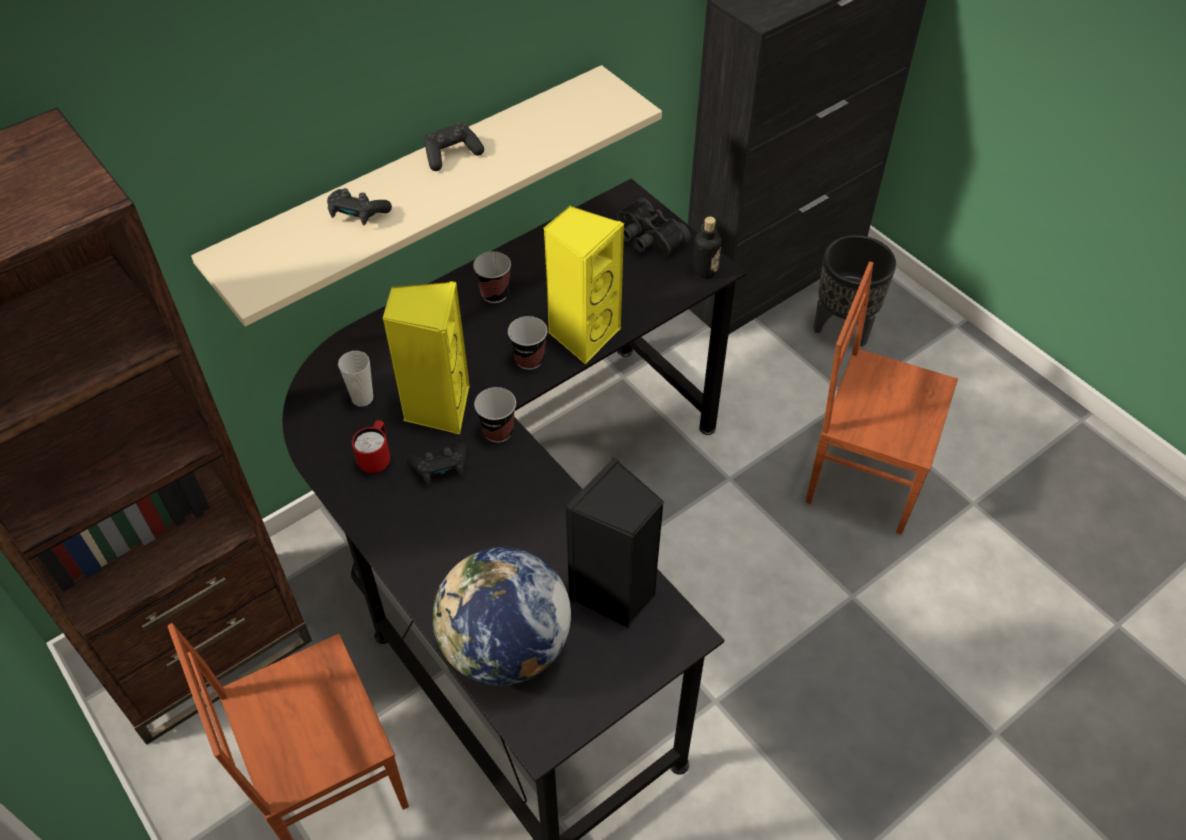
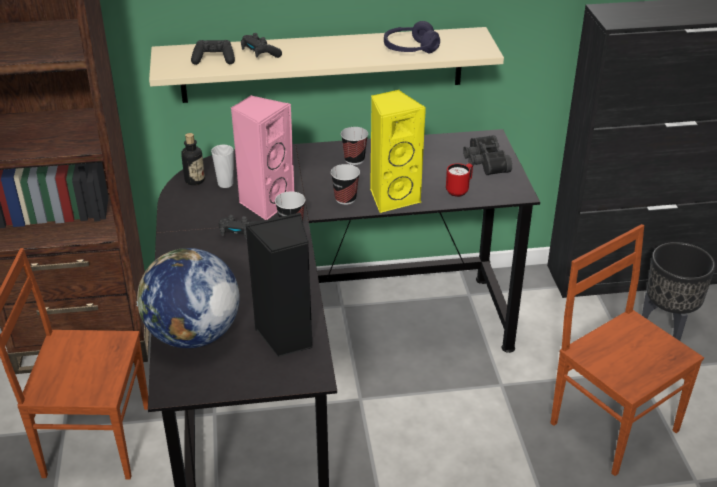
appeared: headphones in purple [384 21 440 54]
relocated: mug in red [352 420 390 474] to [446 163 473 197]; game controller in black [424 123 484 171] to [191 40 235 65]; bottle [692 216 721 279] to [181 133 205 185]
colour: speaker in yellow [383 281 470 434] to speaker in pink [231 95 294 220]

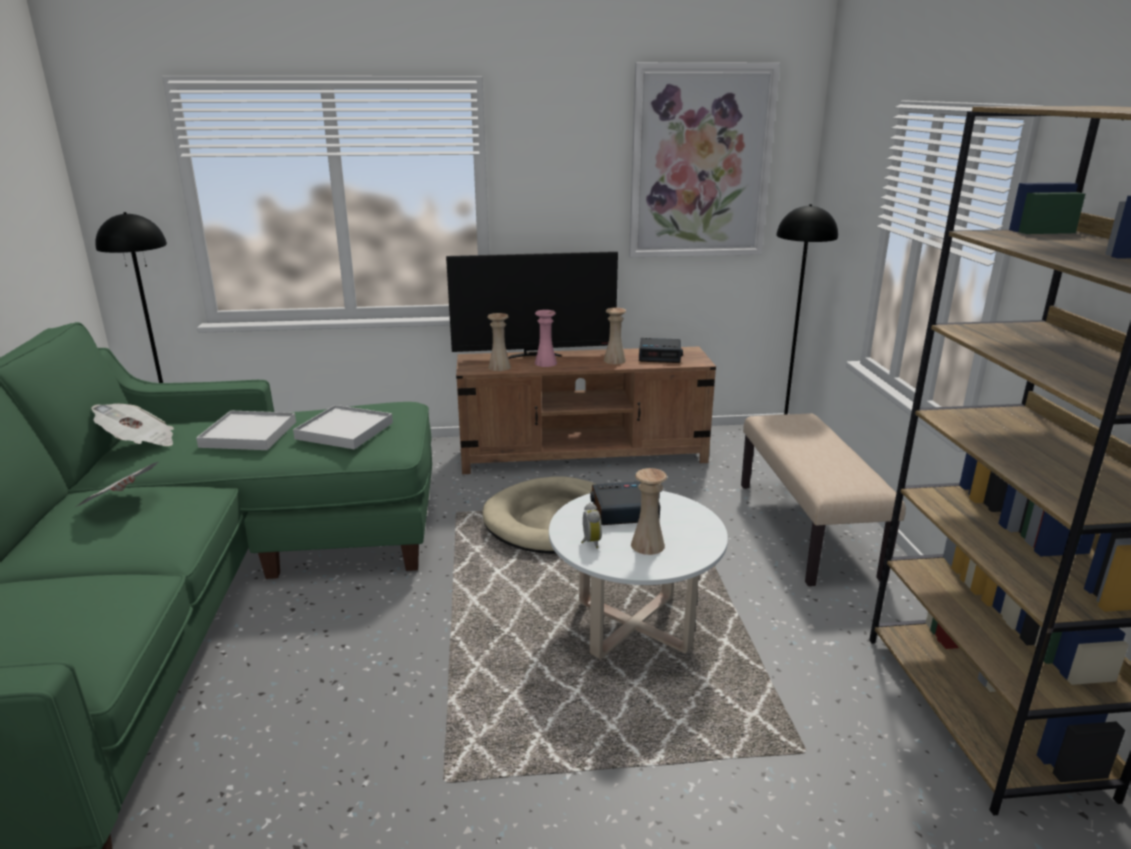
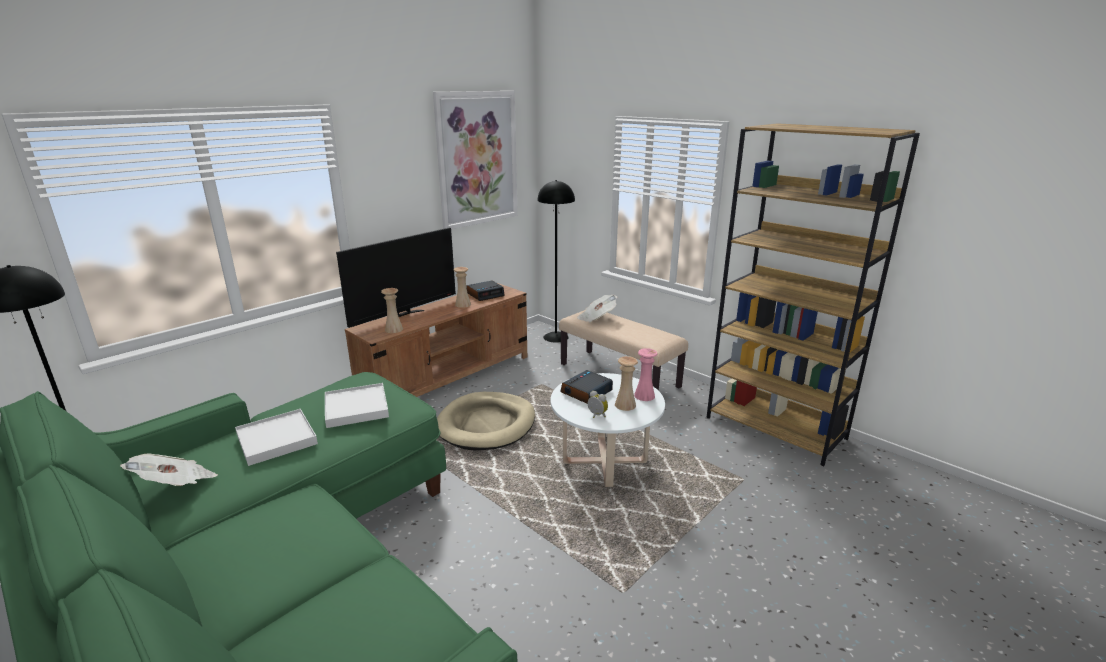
relocated: newspaper [74 462 158 508] to [577 295 618 323]; vase in pink [535 310 557 367] to [634 348 657 401]

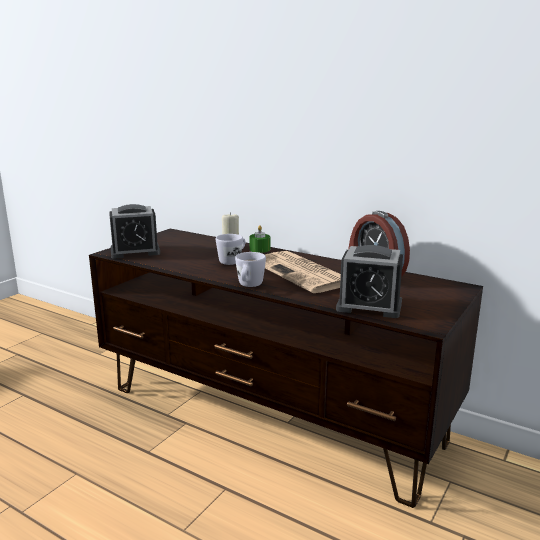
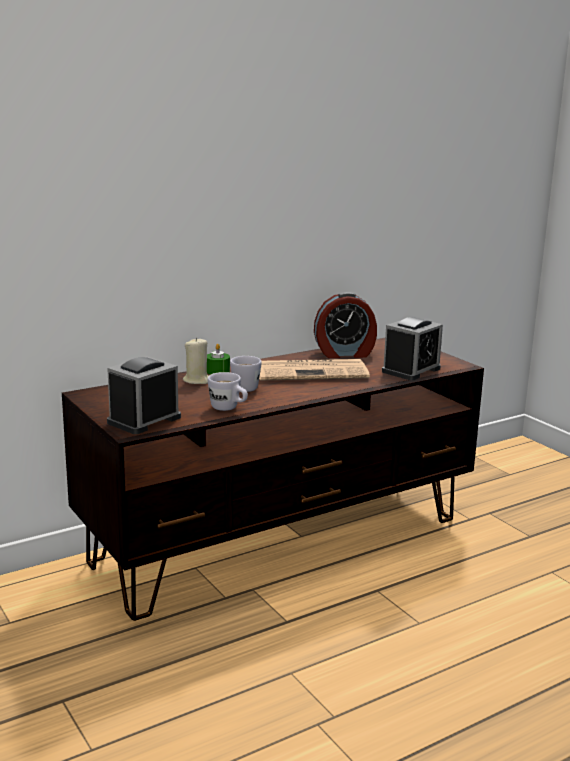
relocated: mug in white [235 252 266 287] to [207 372 248 411]
spun: alarm clock [109 204 160 259] = [107 356 181 434] 150 degrees counterclockwise

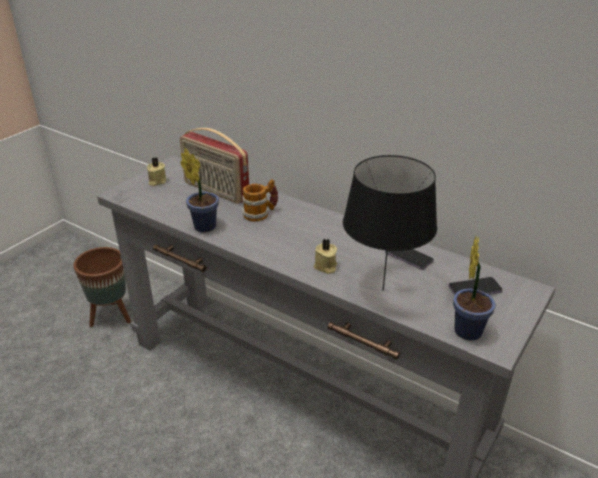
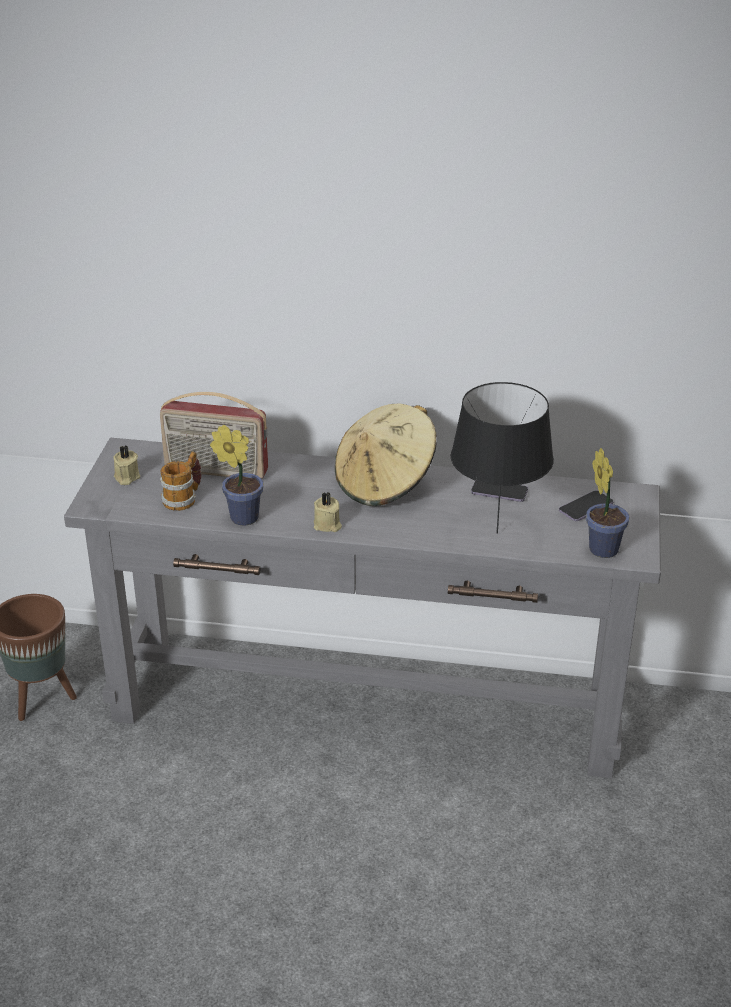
appeared: hat in beige [335 404 437 506]
relocated: mug [242 179 278 222] to [160 451 201 511]; candle in beige [314 239 337 274] to [314 492 342 532]

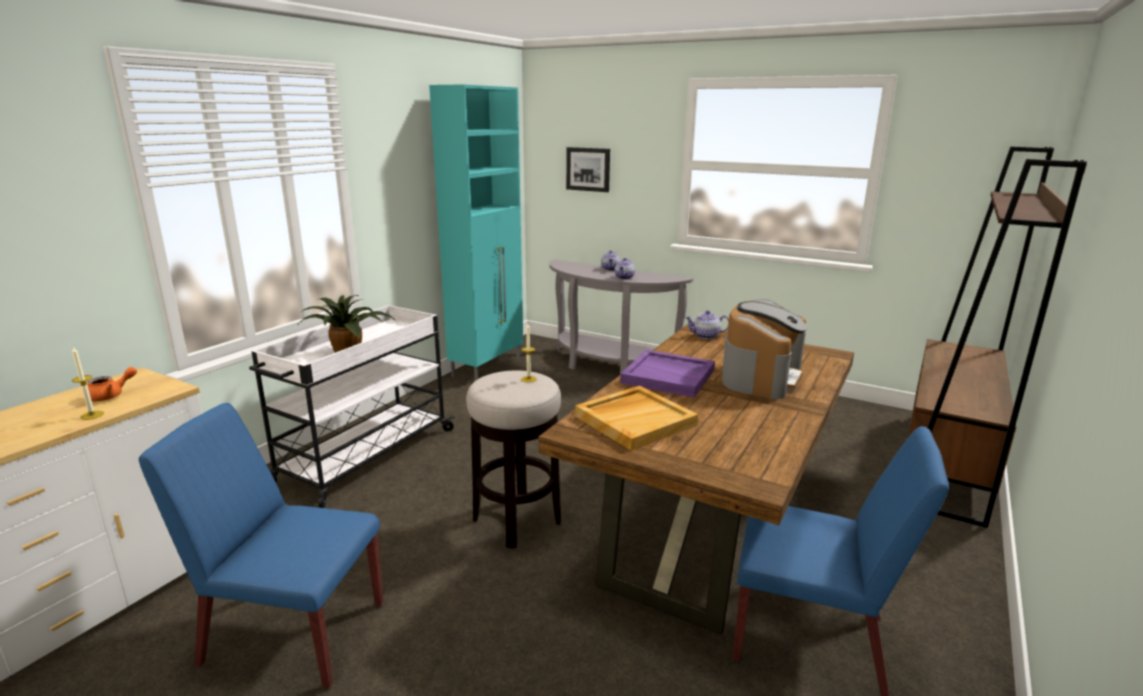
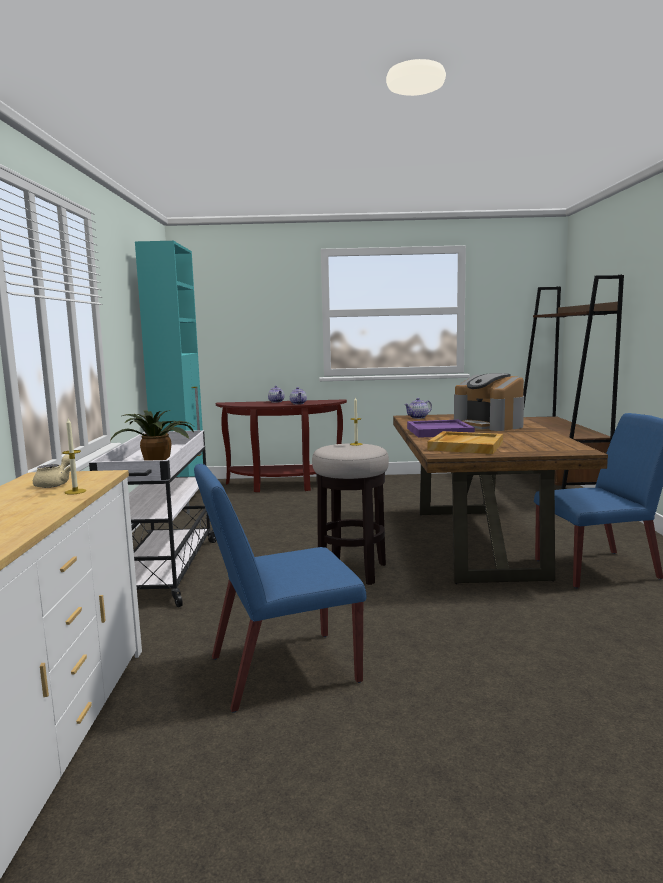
missing: picture [566 147 610 192]
colour: teapot in orange [87 367 137 401] to teapot in beige [33 455 71 488]; console table in grey [550 259 693 374] to console table in brown [216 399 347 492]
spun: coffee machine [722 299 807 399] = [454 373 524 431] 150 degrees clockwise

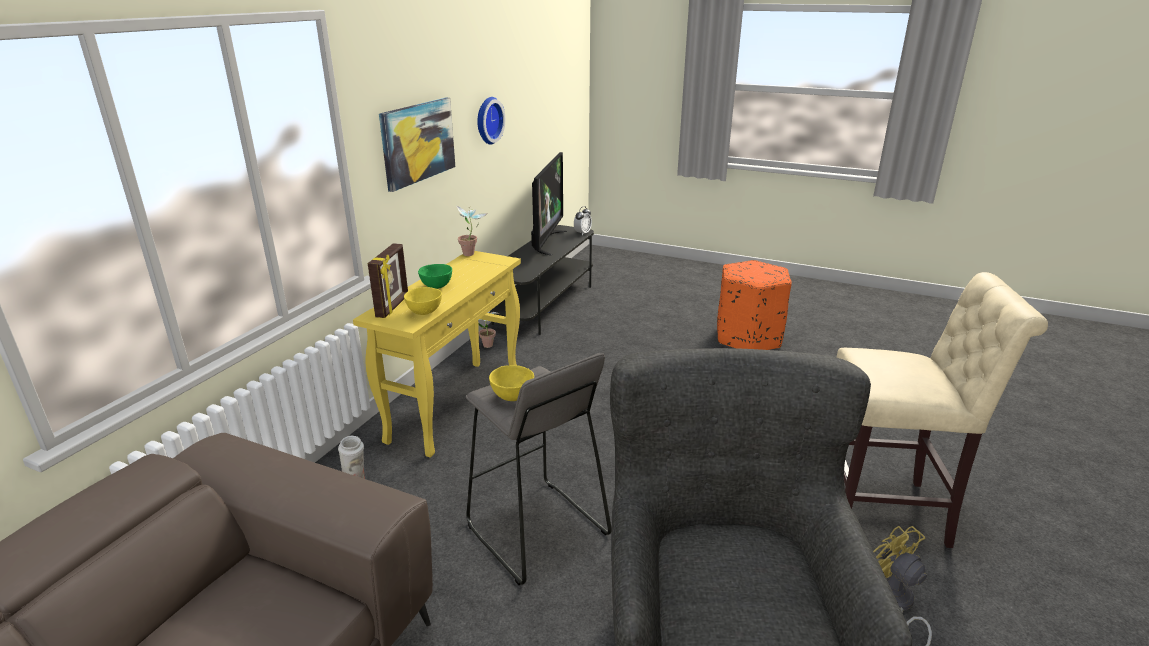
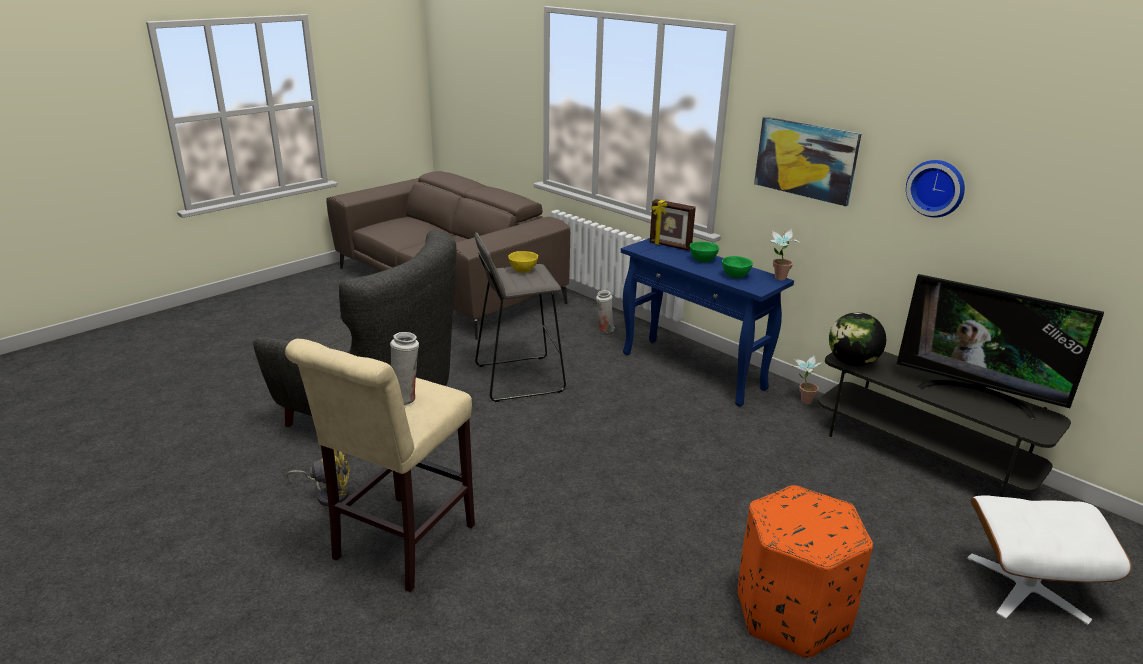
missing: bowl in yellow [404 287 442 315]; alarm clock [574 206 592 236]
appeared: vase in white [390 332 419 405]; bowl in green [722 256 753 278]; globe [829 312 886 366]; ottoman in white [967 495 1132 625]
colour: console table in yellow [353 251 521 458] to console table in blue [621 238 794 407]

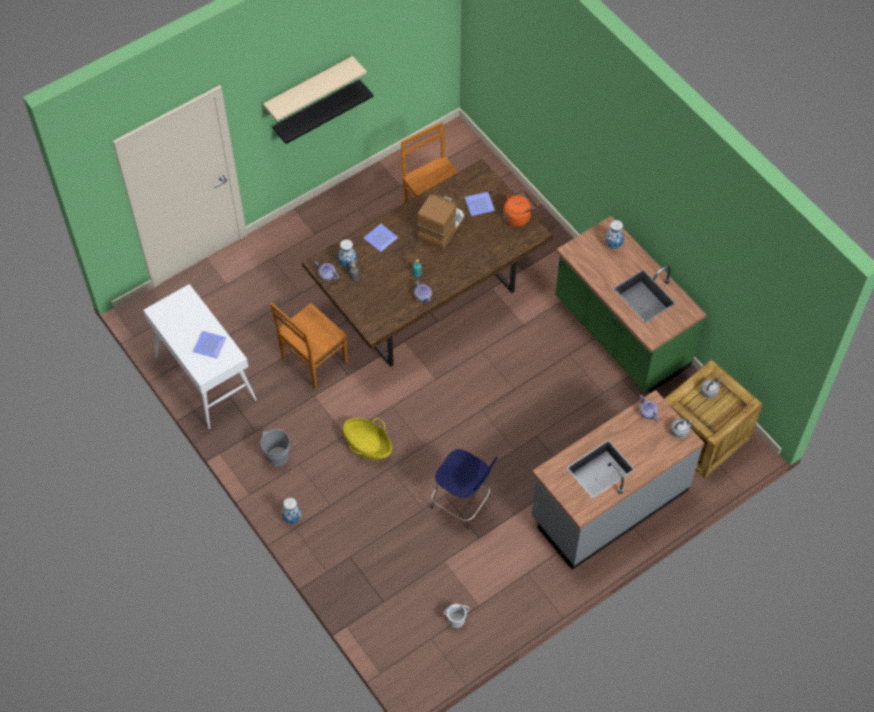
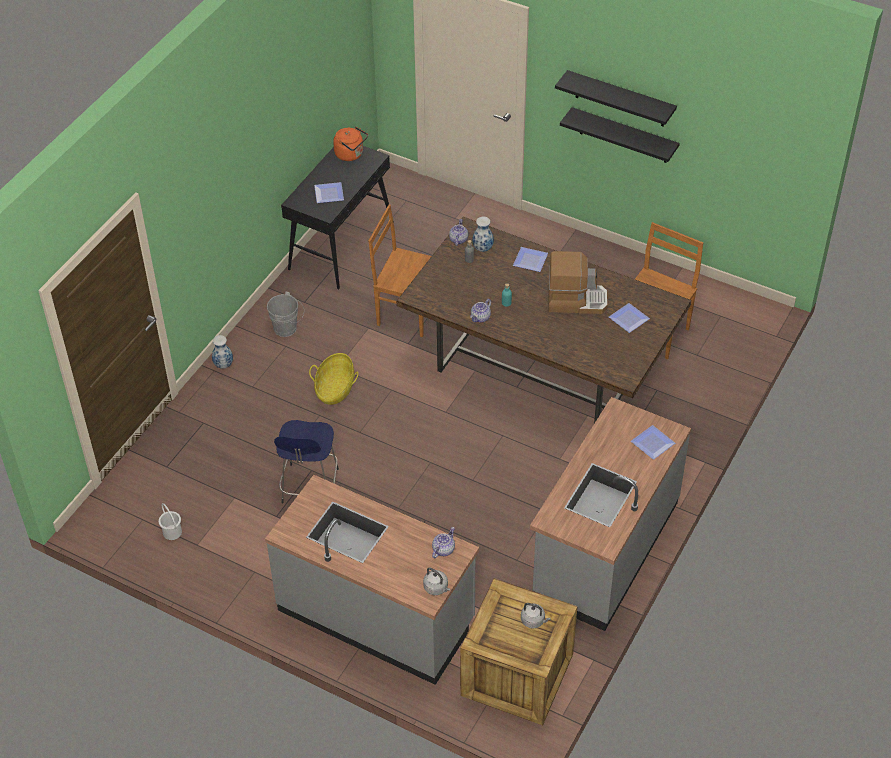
relocated: kettle in orange [504 190 537 227] to [333 126 368 161]
exchanged: vase [605 220 624 249] to plate [631 425 675 460]
colour: console table in white [143 284 257 429] to console table in black [281 146 394 290]; shelf in beige [263 56 367 121] to shelf in black [555 70 677 126]; counter in green [555 216 706 393] to counter in grey [530 397 691 631]

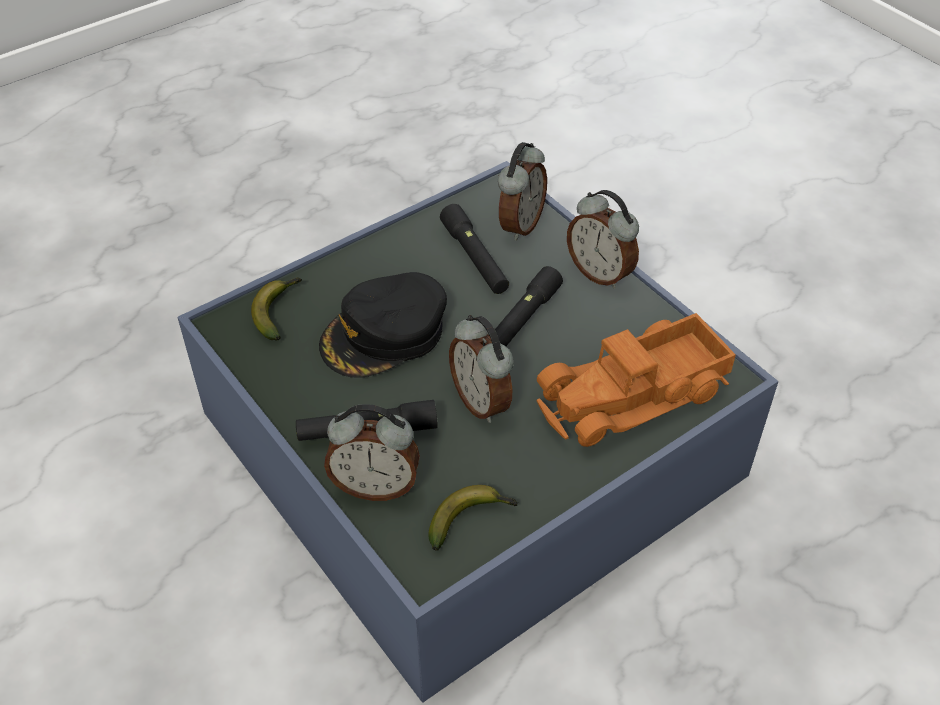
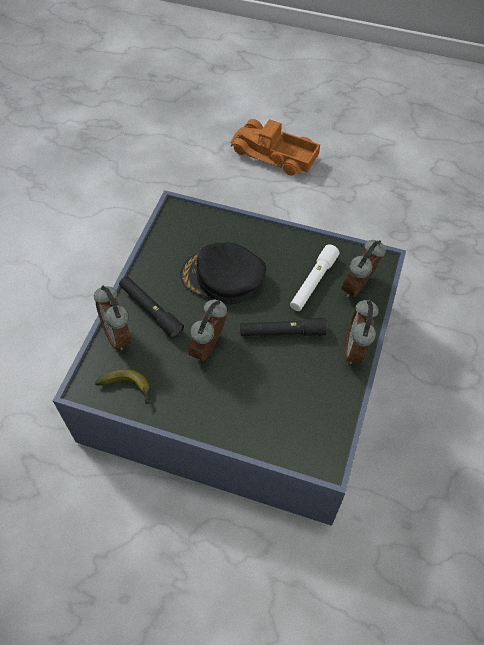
missing: banana [251 278 302 340]
relocated: toy truck [537 313 736 447] to [230 119 320 176]
colour: flashlight in black [440 204 509 294] to flashlight in white [290 244 340 311]
spun: alarm clock [498 142 547 241] = [341 240 386 297] 135 degrees clockwise

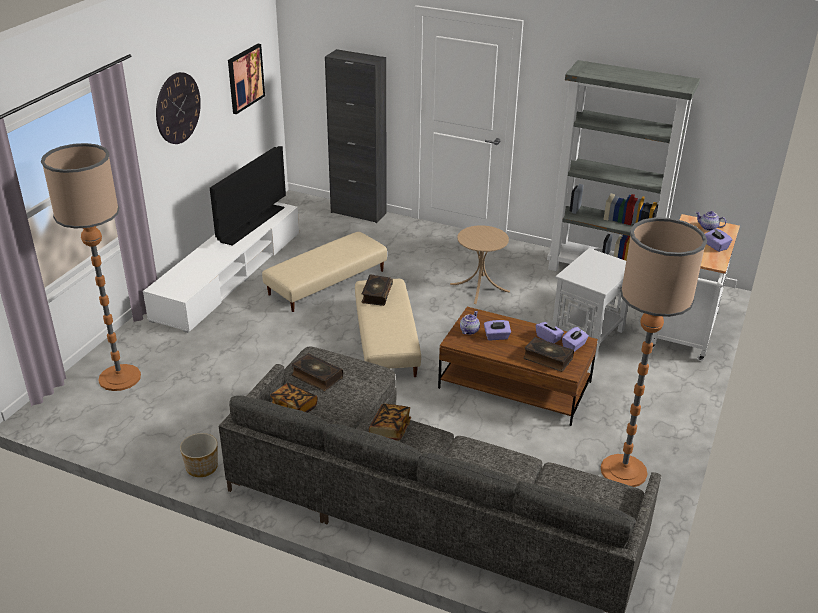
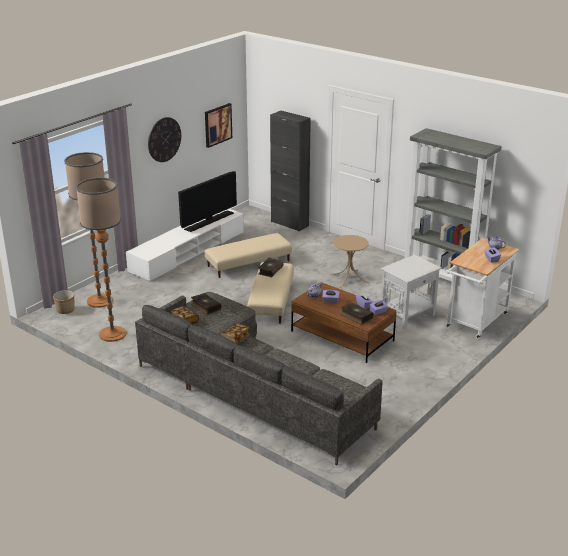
relocated: planter [180 433 218 477] to [53 290 75 314]; floor lamp [601 217 707 487] to [76 178 126 342]

